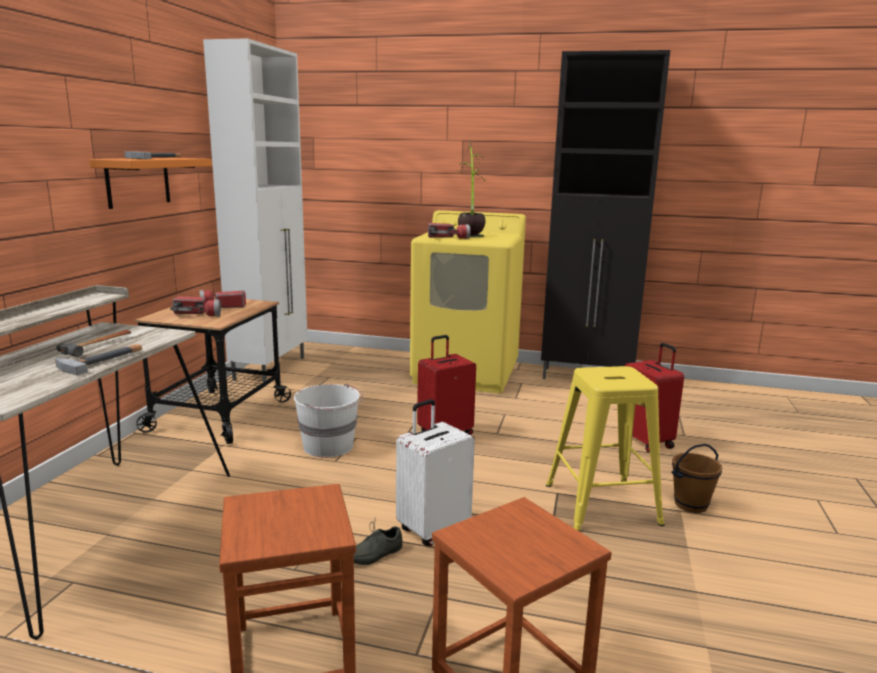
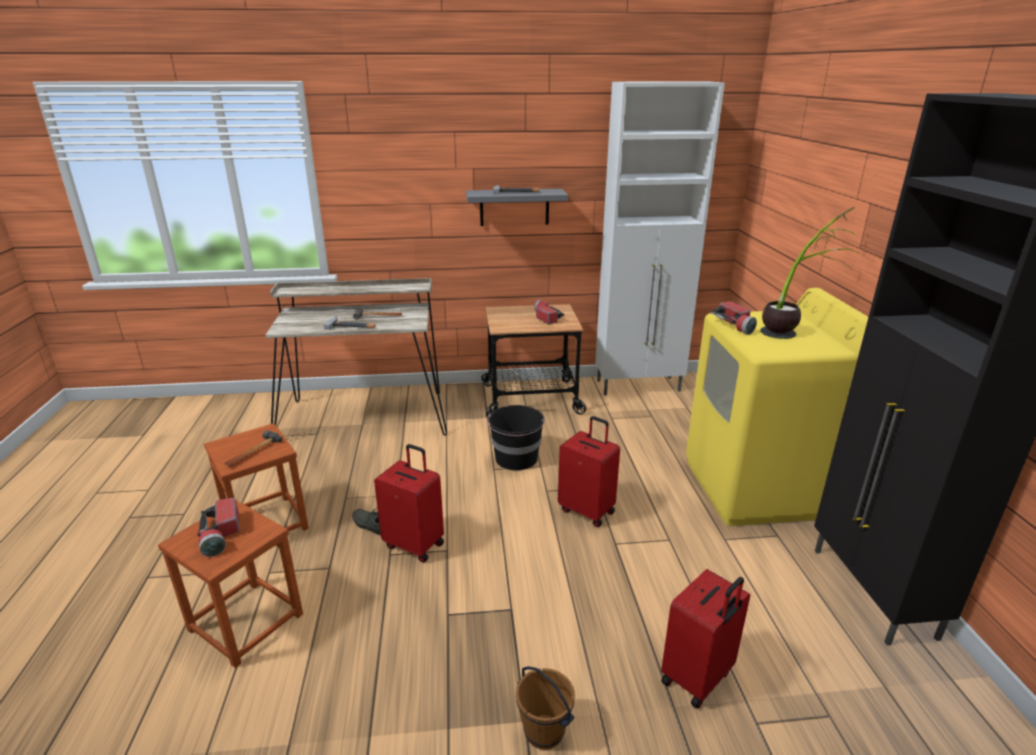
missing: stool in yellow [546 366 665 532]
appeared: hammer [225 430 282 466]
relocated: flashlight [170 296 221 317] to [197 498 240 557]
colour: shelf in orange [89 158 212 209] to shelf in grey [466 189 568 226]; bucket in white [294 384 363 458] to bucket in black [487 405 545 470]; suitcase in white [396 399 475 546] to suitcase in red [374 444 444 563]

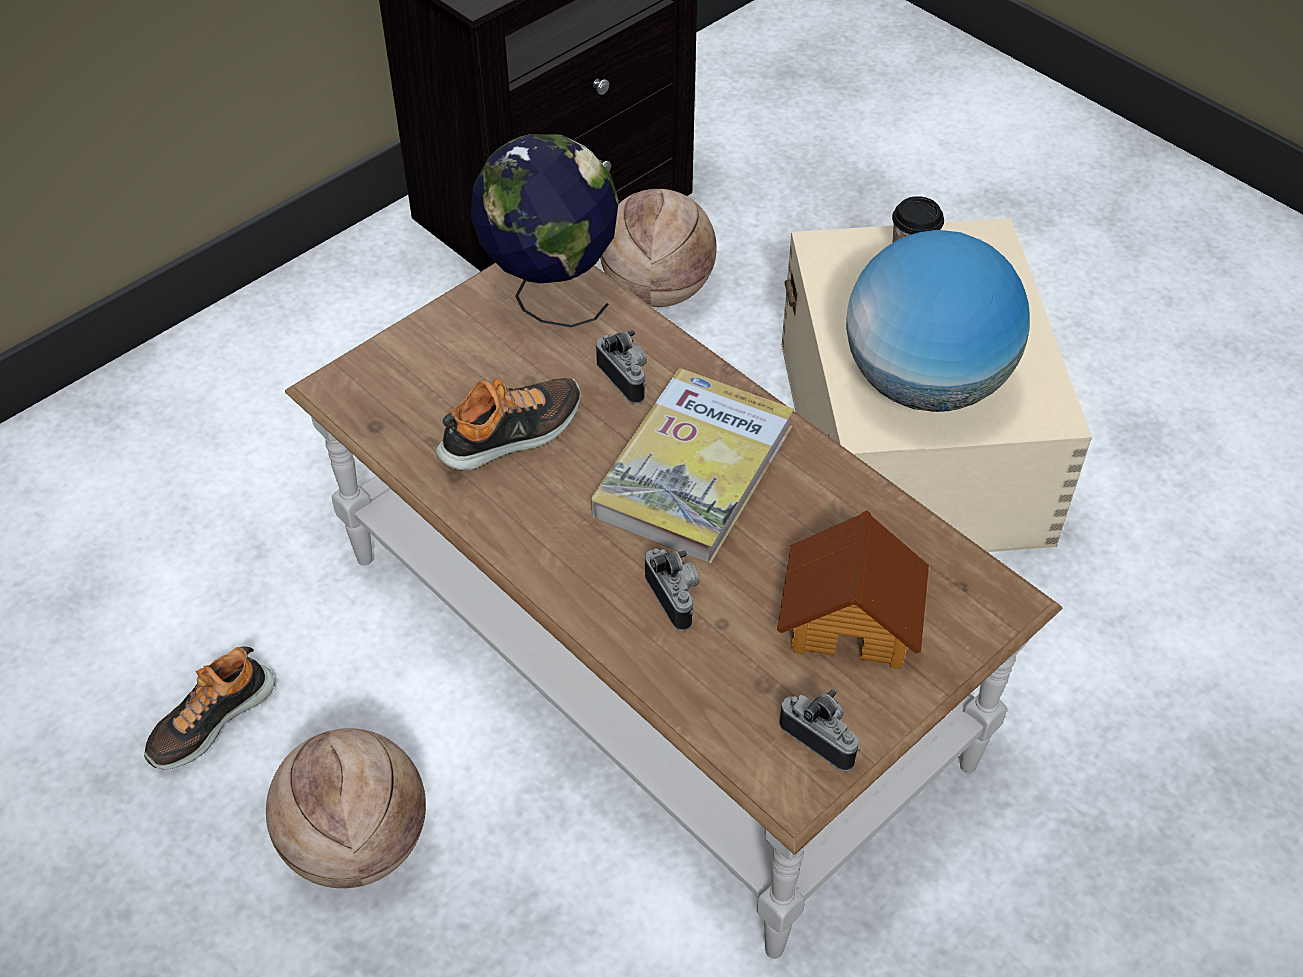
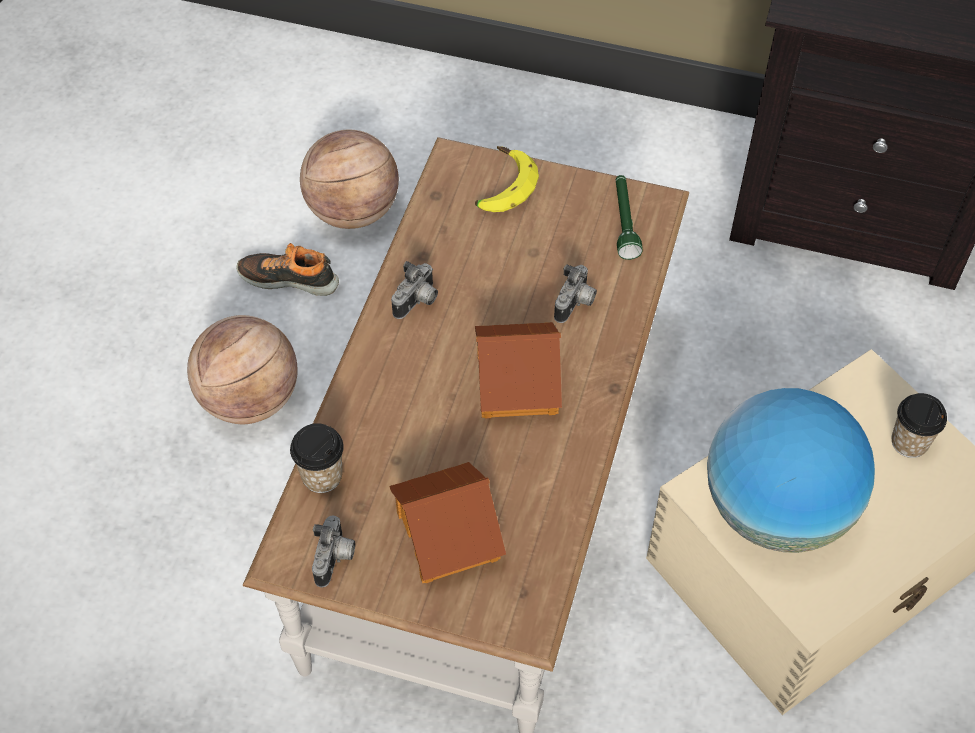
missing: shoe [436 378 581 471]
appeared: cup [290 423 344 493]; banana [475 146 539 212]
relocated: basketball [600 189 717 307] to [300 130 399 229]; photo camera [645 549 699 631] to [391 261 438 319]
exchanged: globe [470 134 619 327] to flashlight in green [616 175 643 260]; book [591 368 794 564] to toy house [475 322 562 418]

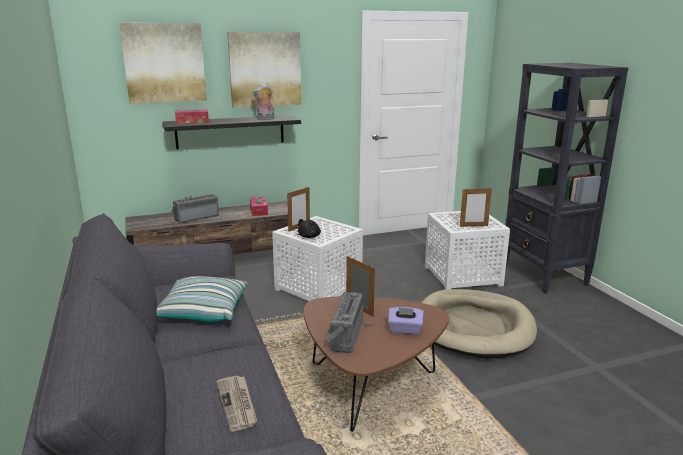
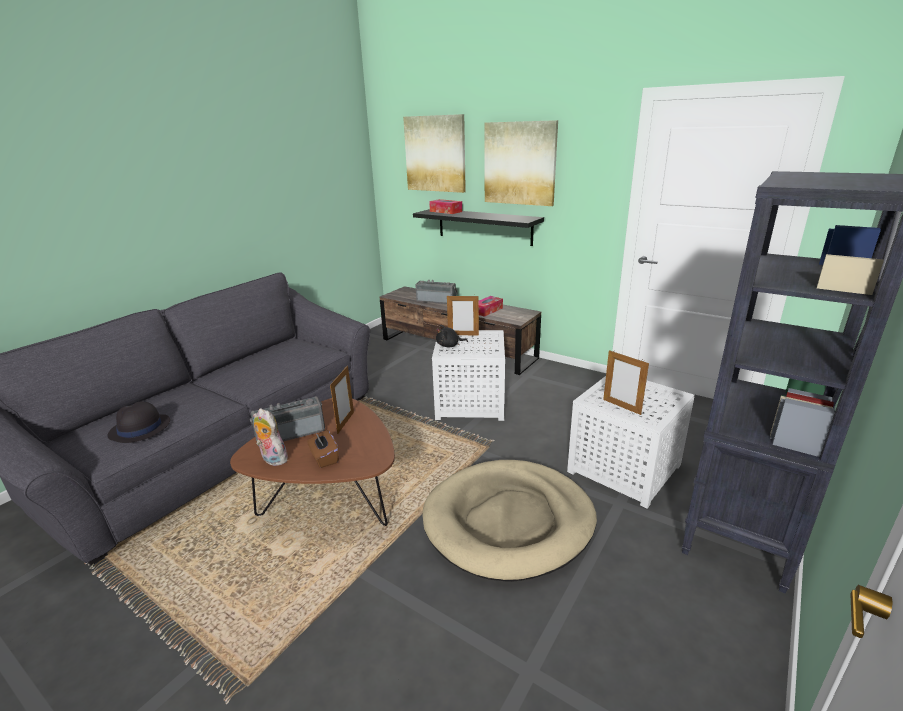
missing: pillow [157 276 248 322]
relocated: plush toy [252 83 275 120] to [253 408 288 466]
exchanged: newspaper [216 376 257 432] to hat in black [107 401 170 443]
colour: tissue box in purple [388 307 424 335] to tissue box in brown [307 430 339 468]

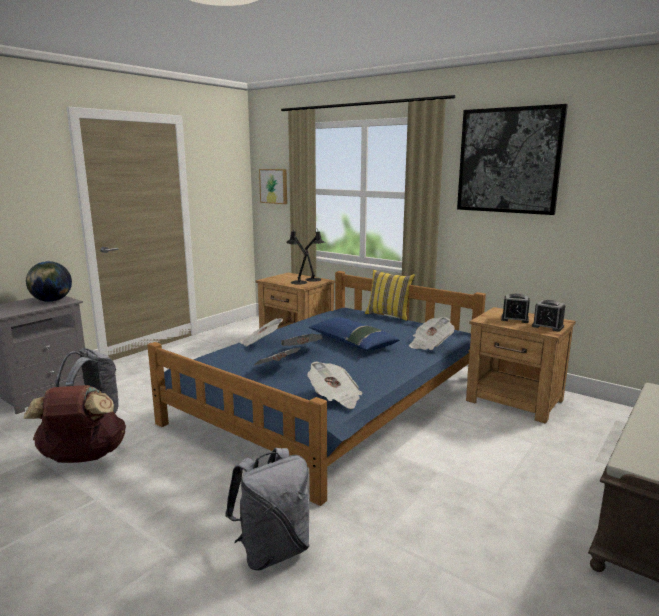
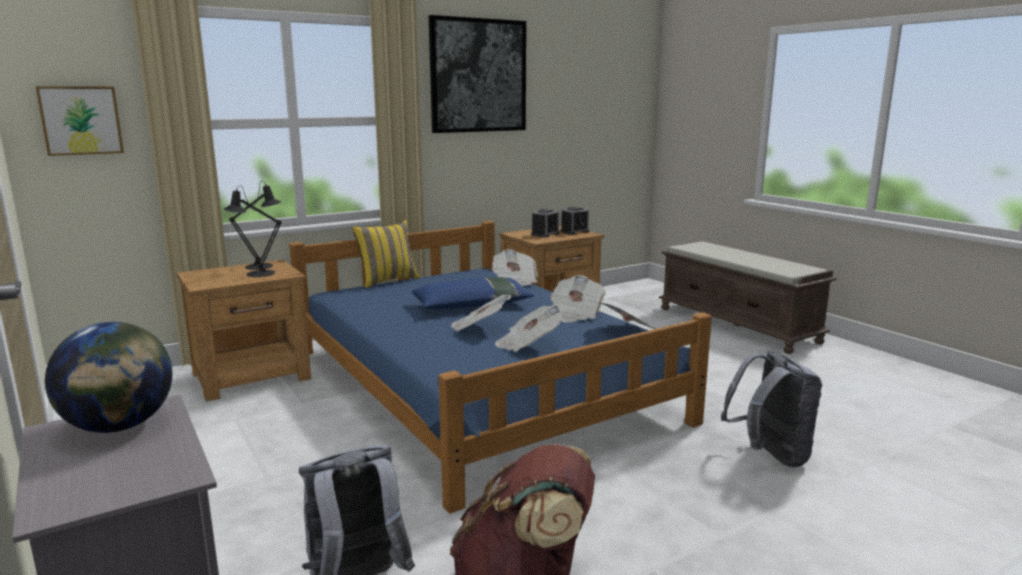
relocated: newspaper [240 318 283 347] to [550 275 606 322]

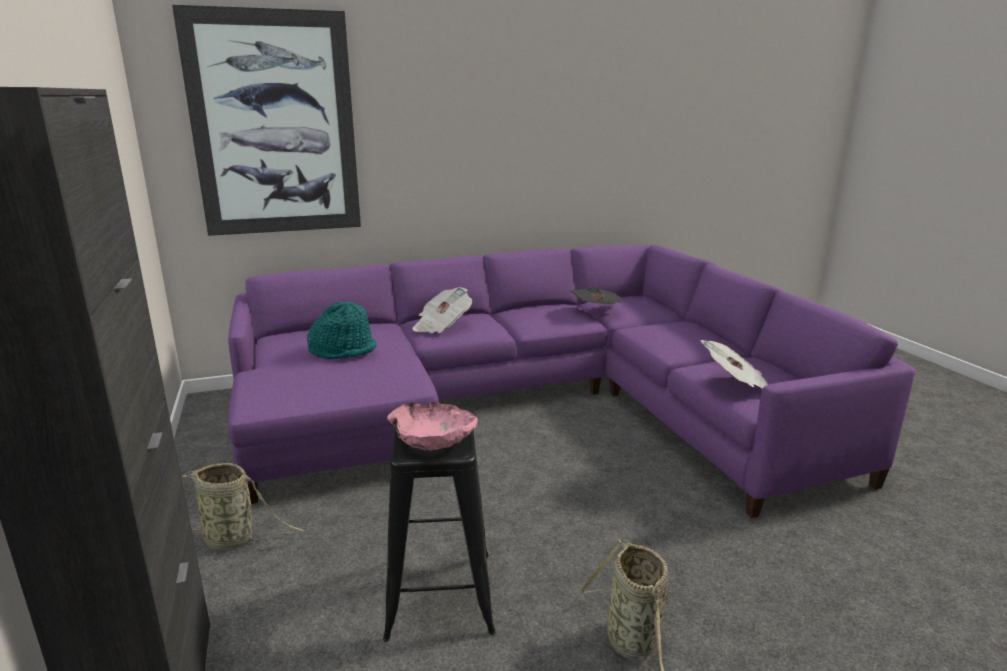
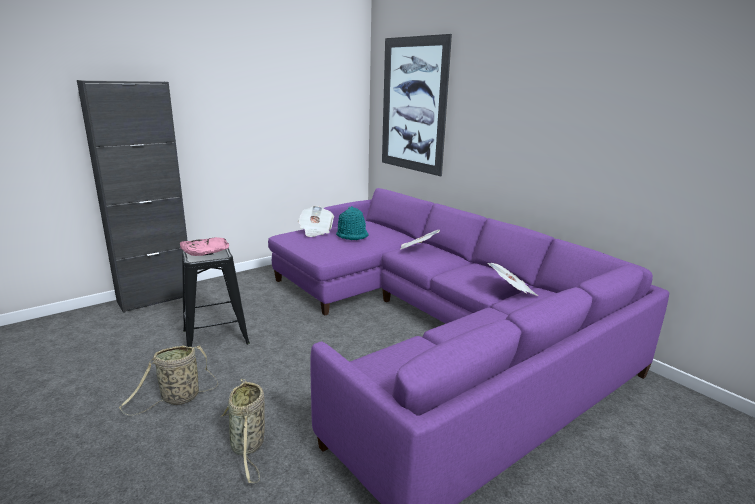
relocated: basket [181 463 304 550] to [220 379 265 483]; newspaper [701 340 768 389] to [298 206 334 237]

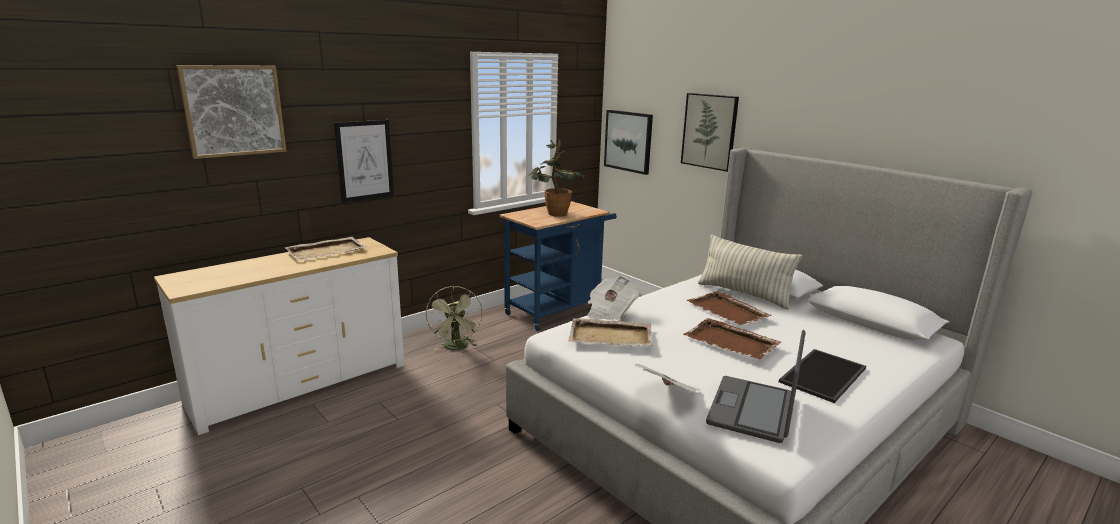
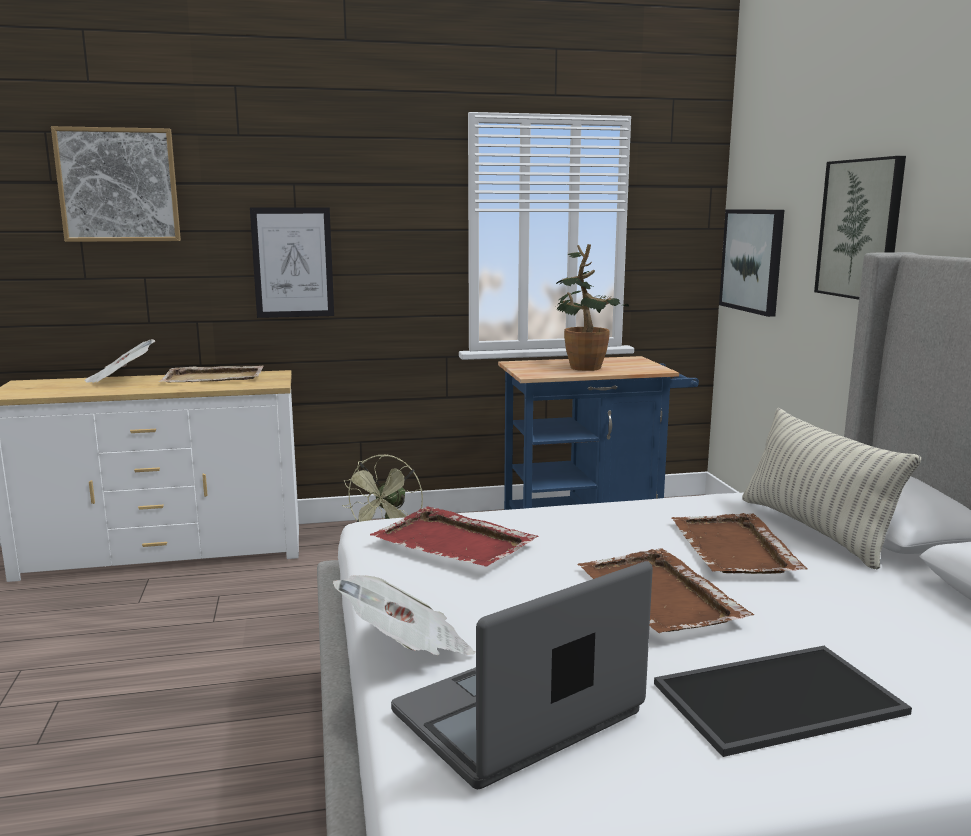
relocated: newspaper [588 276 639 320] to [84 339 155 383]
colour: tray in beige [568 318 652 346] to tray in red [370 507 538 567]

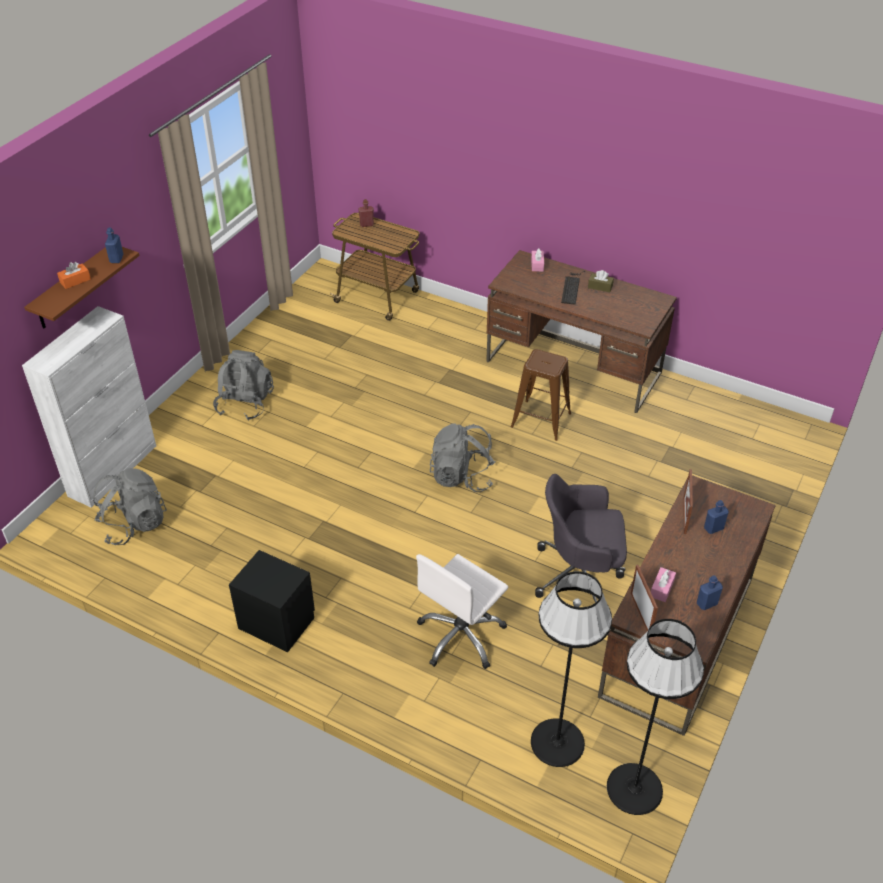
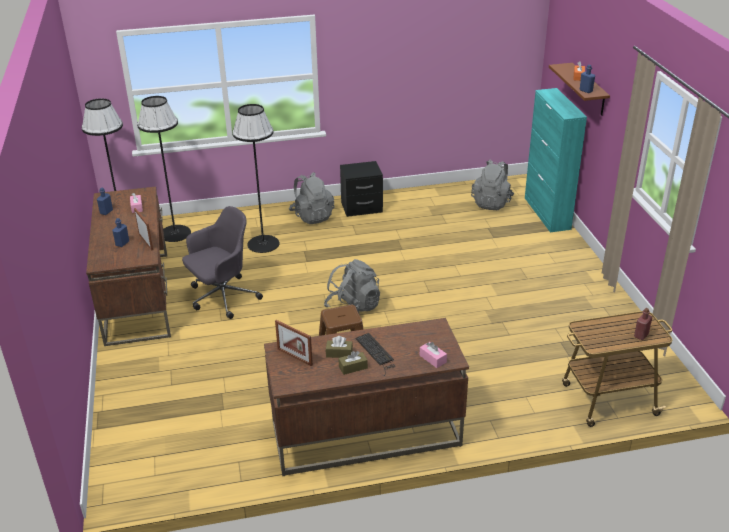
appeared: tissue box in brown [326 336 353 358]
relocated: backpack in grey [213 350 274 421] to [289 172 334 224]; picture frame [631 565 658 631] to [275 320 313 366]
exchanged: office chair in white [416 554 509 669] to floor lamp in black [232 104 279 253]
colour: cabinet in white [22 306 156 508] to cabinet in turquoise [525 88 587 232]

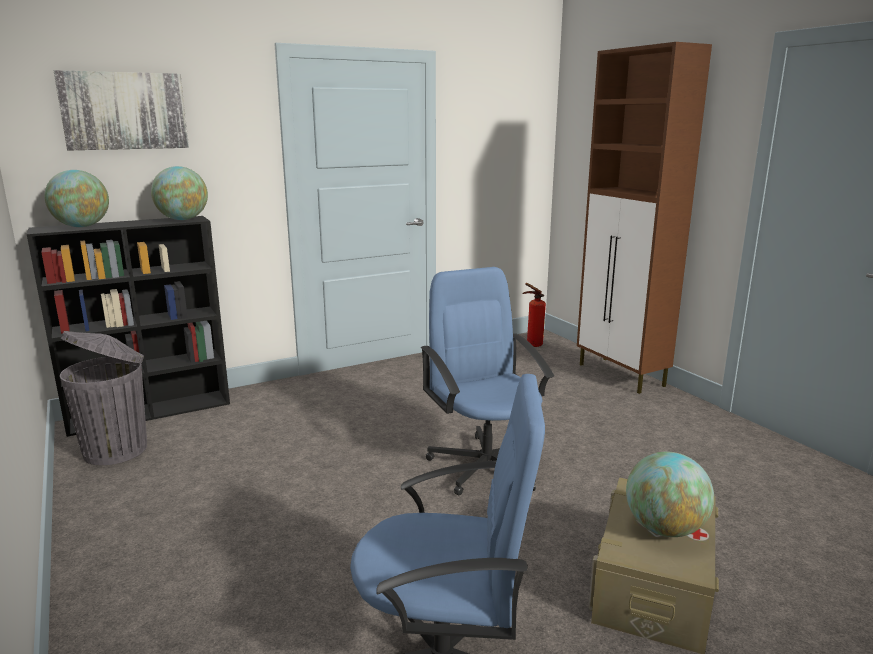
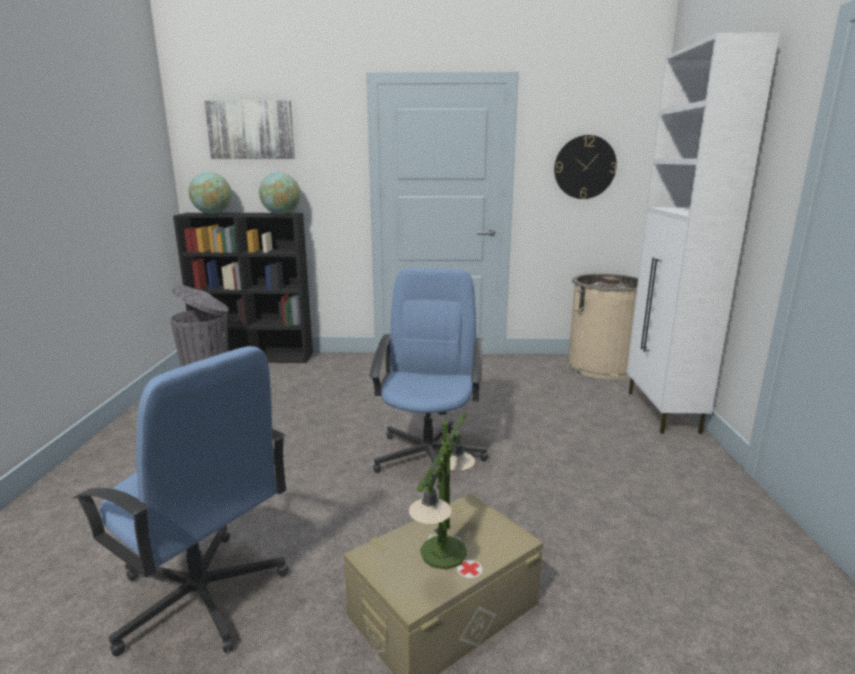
appeared: wall clock [554 135 617 199]
exchanged: fire extinguisher [523 283 546 347] to trash can in beige [567 274 638 379]; globe [626 452 714 537] to table lamp [409 413 475 570]
colour: cabinet in brown [577 42 712 394] to cabinet in white [627 32 780 434]

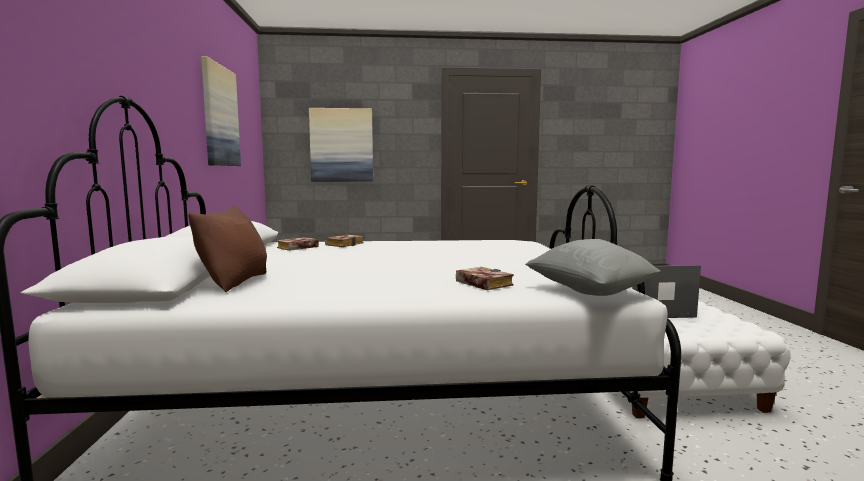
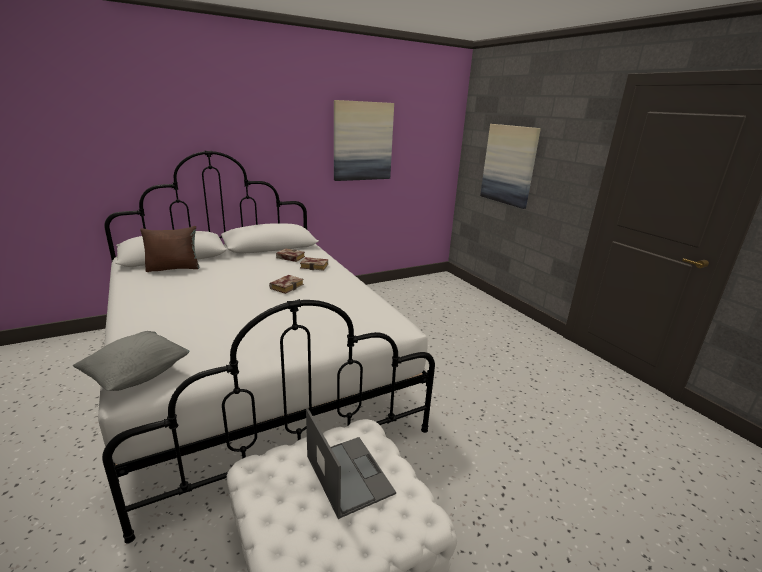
relocated: book [456 267 514 290] to [269 275 304 294]

